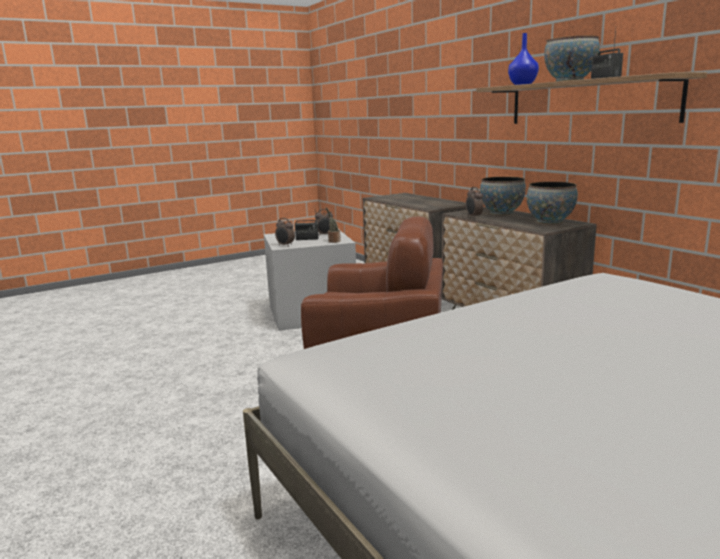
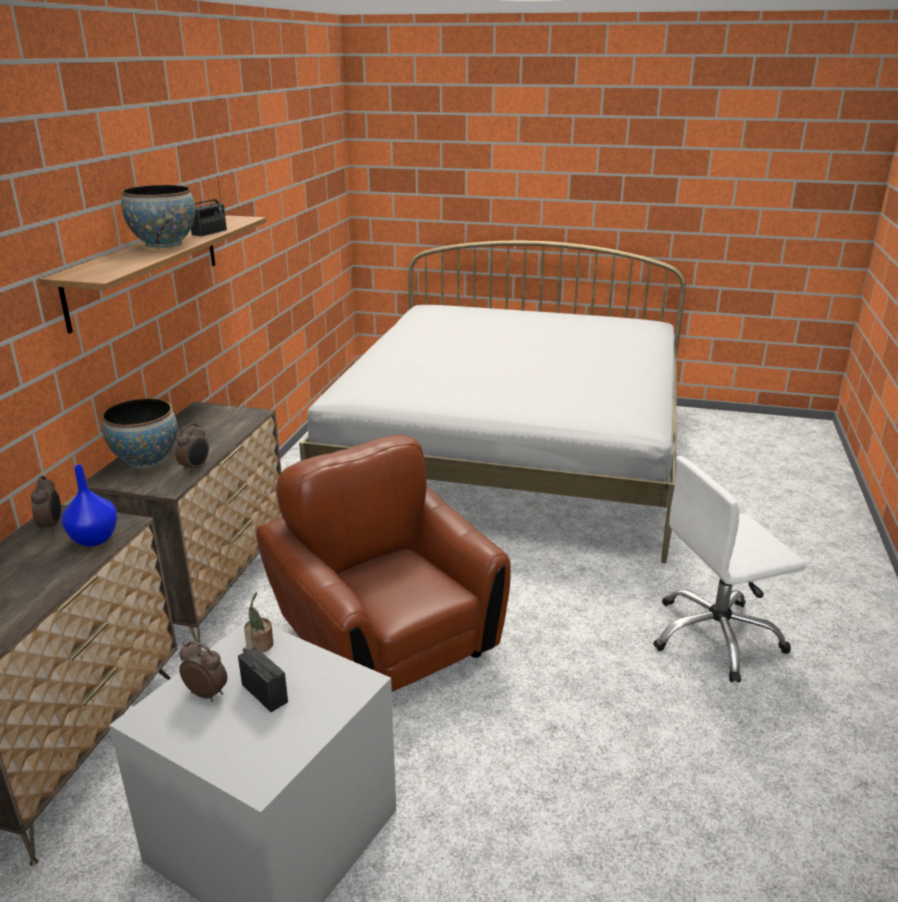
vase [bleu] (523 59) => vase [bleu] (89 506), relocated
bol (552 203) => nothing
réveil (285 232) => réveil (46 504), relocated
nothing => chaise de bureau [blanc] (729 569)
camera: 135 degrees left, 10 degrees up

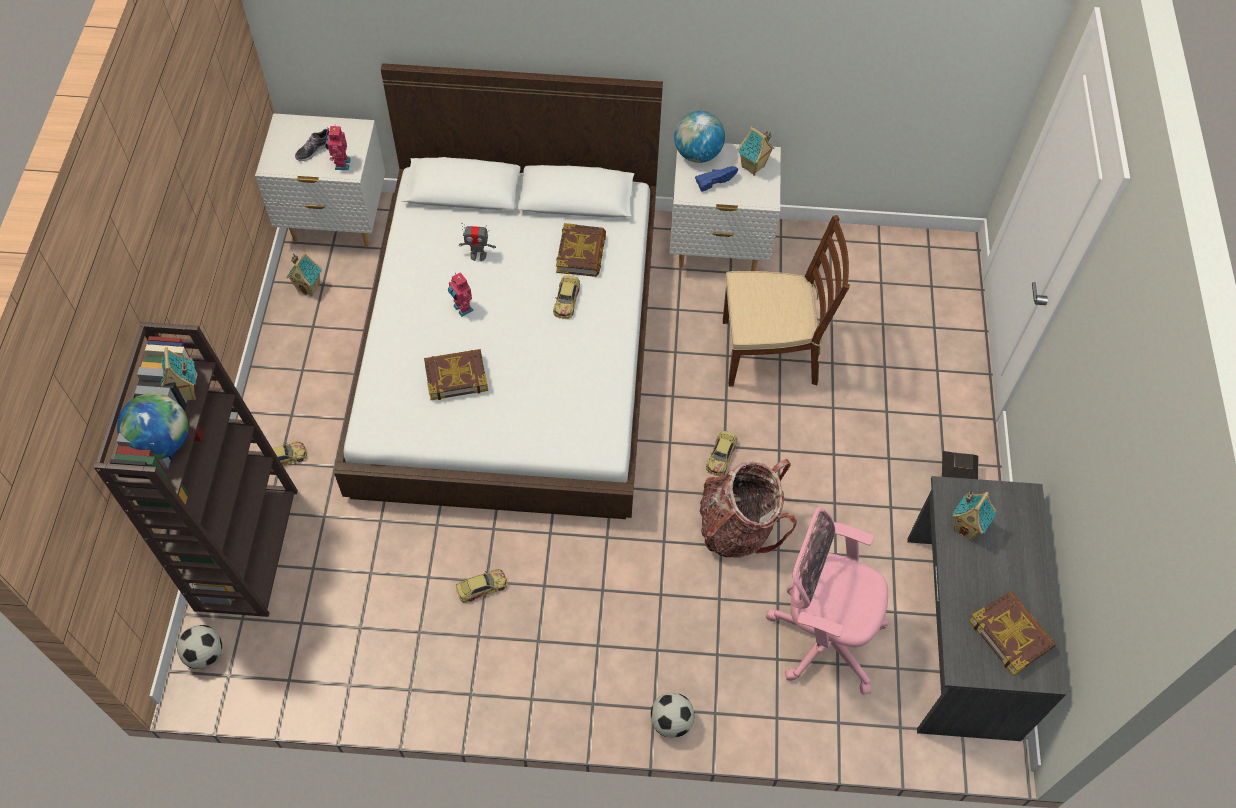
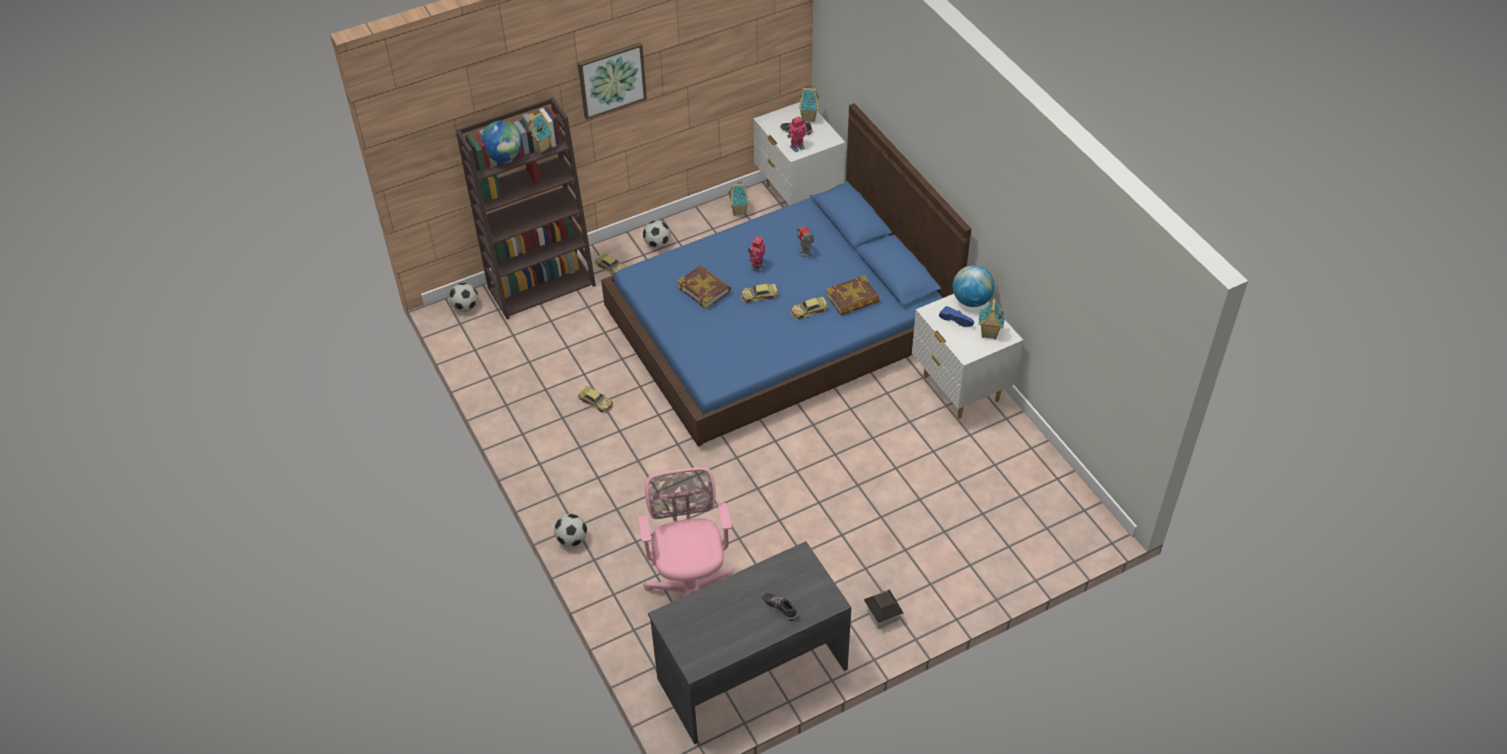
lit [blanc] (498 291) => lit [bleu] (786 275)
chaise [marron] (786 300) => nothing
petite voiture (721 453) => petite voiture (759 293), relocated
sac à dos (748 508) => nothing
maison miniature (974 515) => maison miniature (809 104), relocated
livre (1012 633) => nothing
nothing => tableau (612 81)
nothing => ballon de foot (657 234)
nothing => chaussure (780 607)
camera: 60 degrees right, 10 degrees down

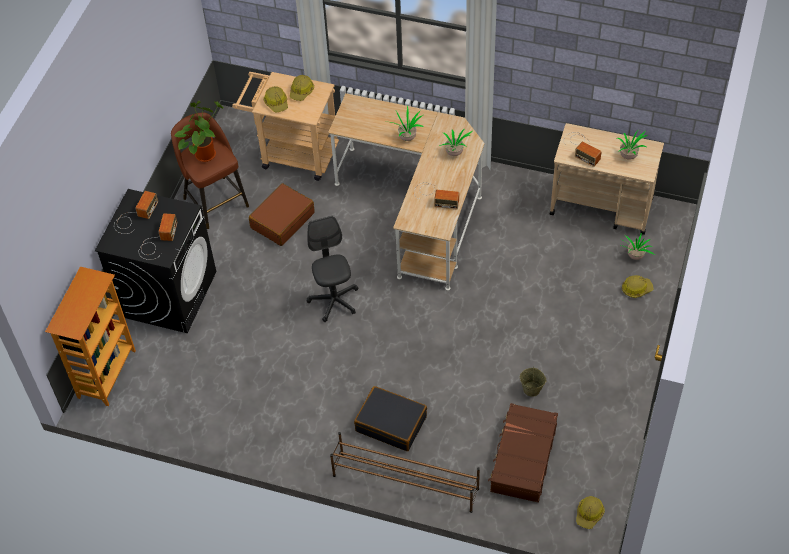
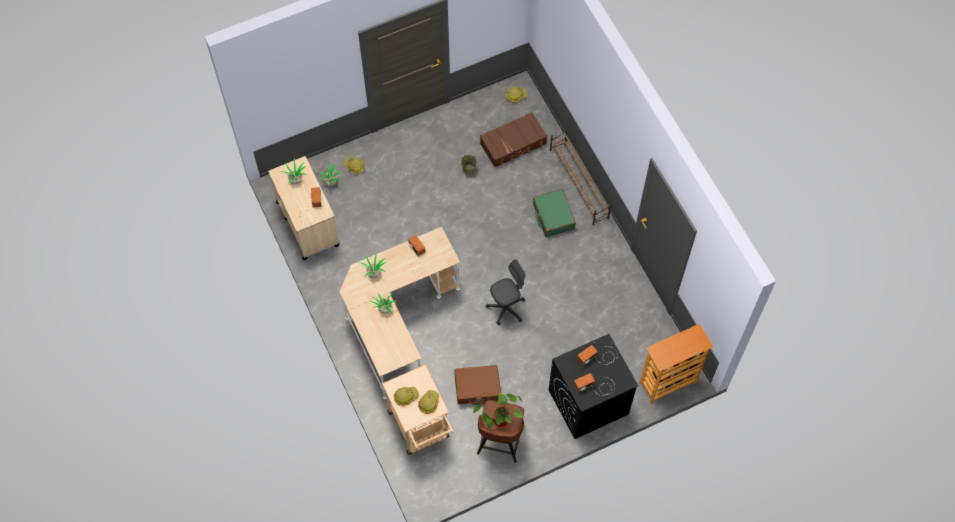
chaise de bureau [gris] (332 269) => chaise de bureau [gris] (506 292), 150 degrees counterclockwise
valise [noir] (390 418) => valise [vert] (554 213)
camera: 135 degrees left, 10 degrees up

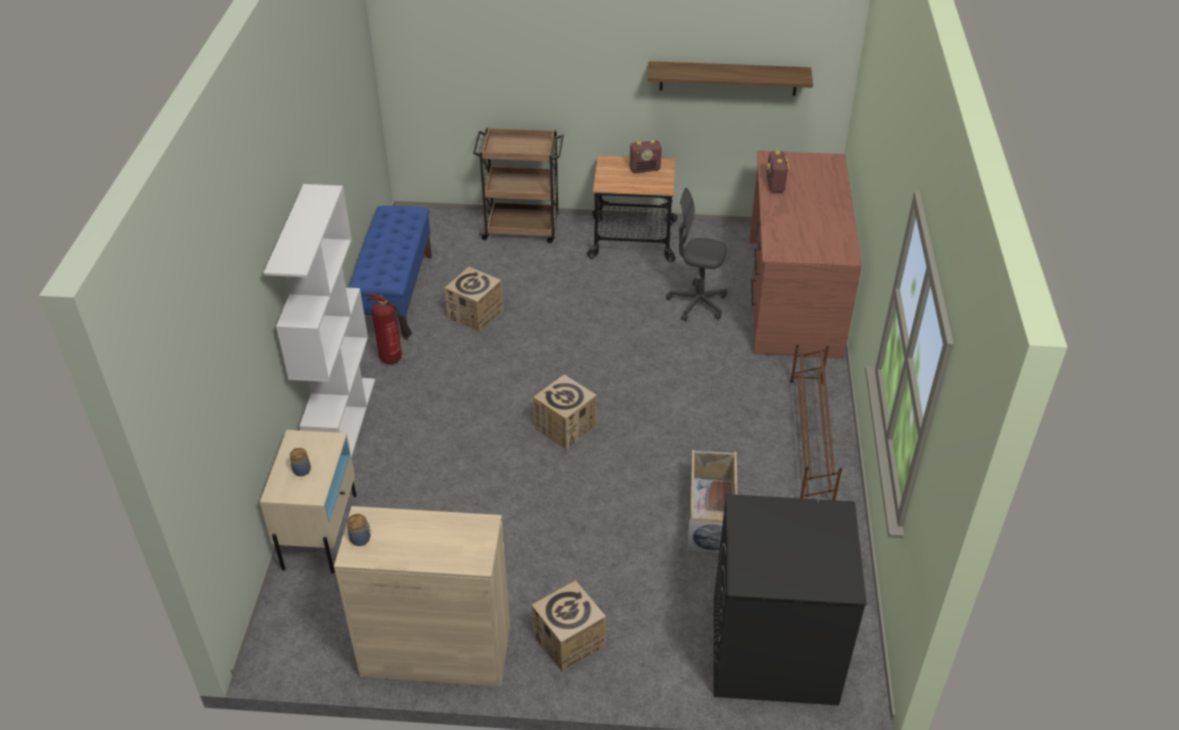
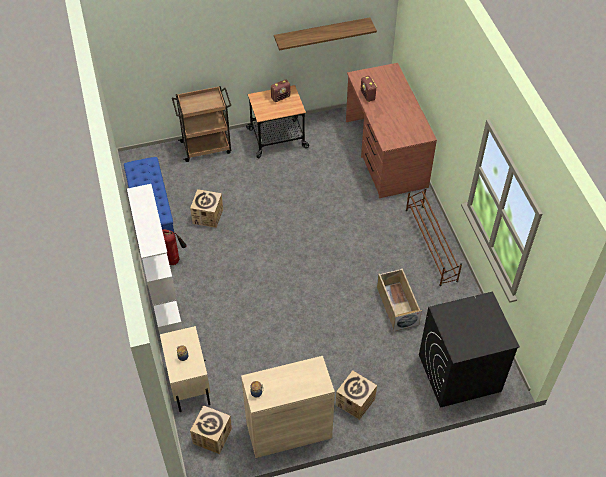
chaise de bureau [gris] (696 254) => nothing
carton (565 412) => carton (211 429), relocated
camera: 20 degrees left, 10 degrees up

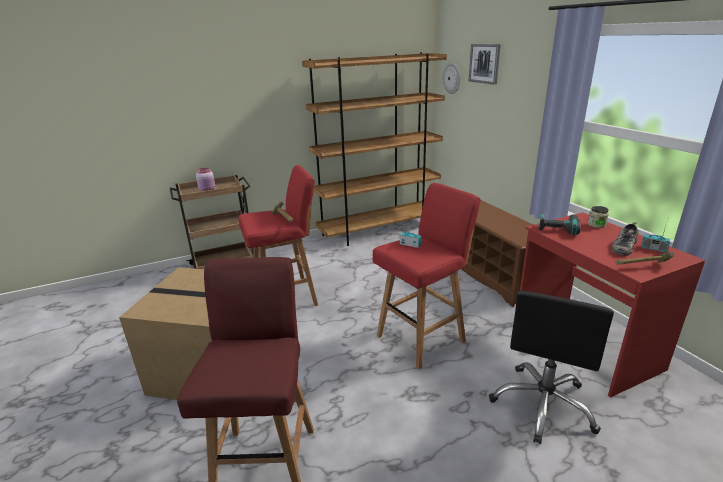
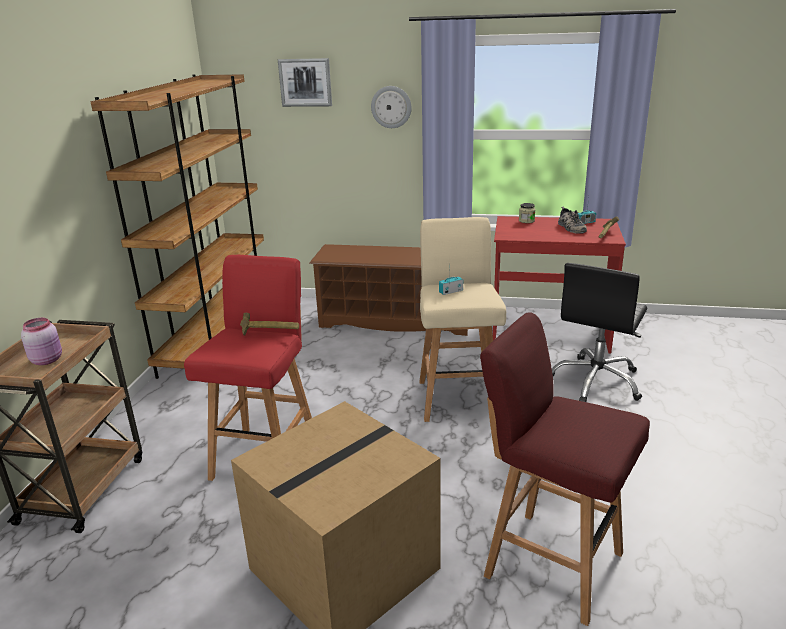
horloge murale (451 78) => horloge murale (391 107), relocated
tabouret [rouge] (426 276) => tabouret [beige] (462 319)
perceuse (559 224) => nothing
chaise de bureau [noir] (551 367) => chaise de bureau [noir] (599 332), 60 degrees clockwise
camera: 55 degrees left, 0 degrees up

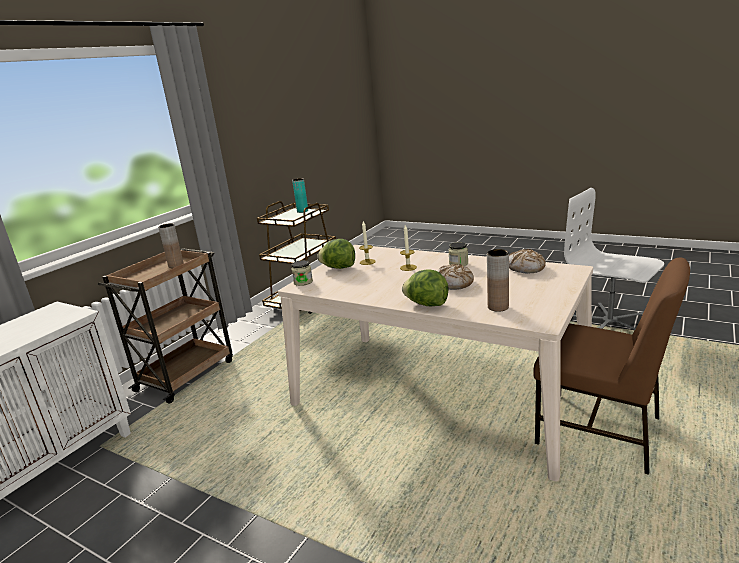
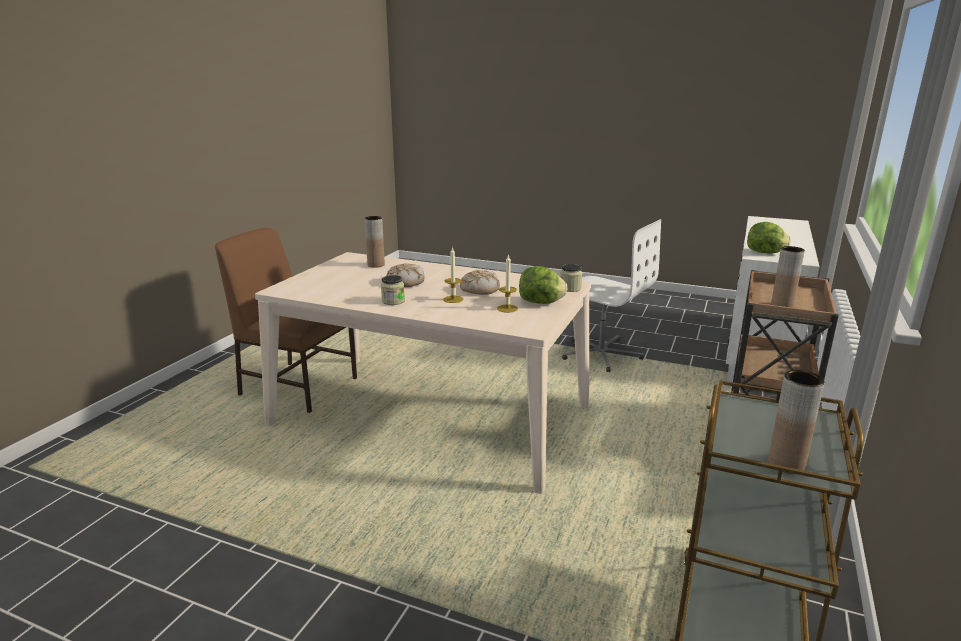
vase [turquoise] (300 195) => vase [marron] (796 422)
chaise de bureau [blanc] (614 259) => chaise de bureau [blanc] (611 295), relocated
pain (527 261) => pain (480 282), relocated
laitue (425 287) => laitue (769 238), relocated
camera: 170 degrees right, 0 degrees up

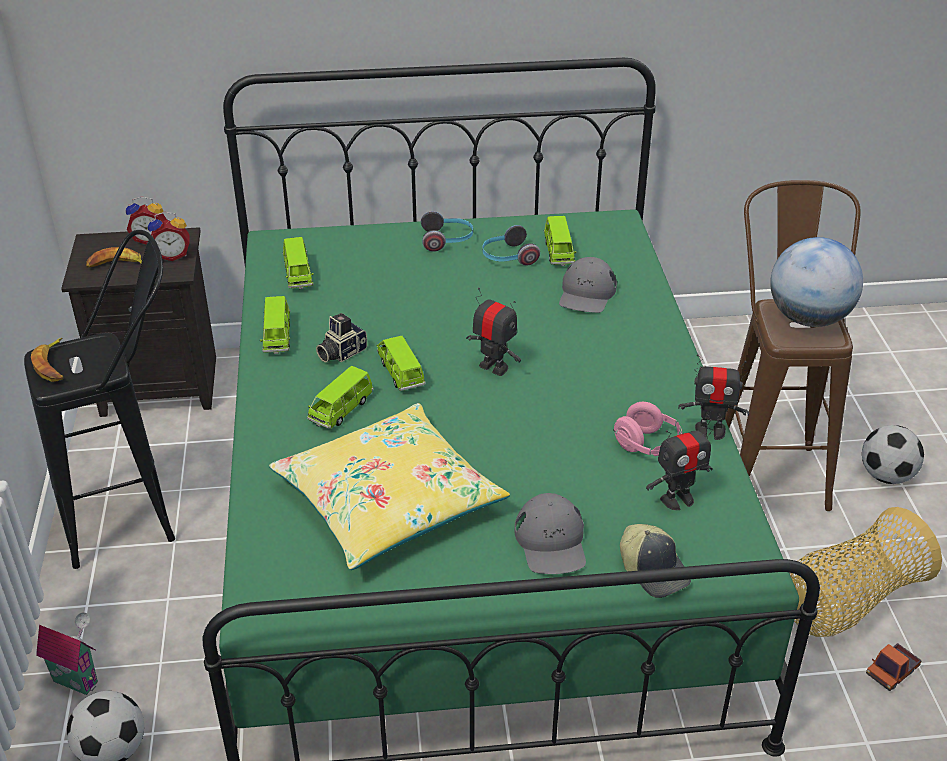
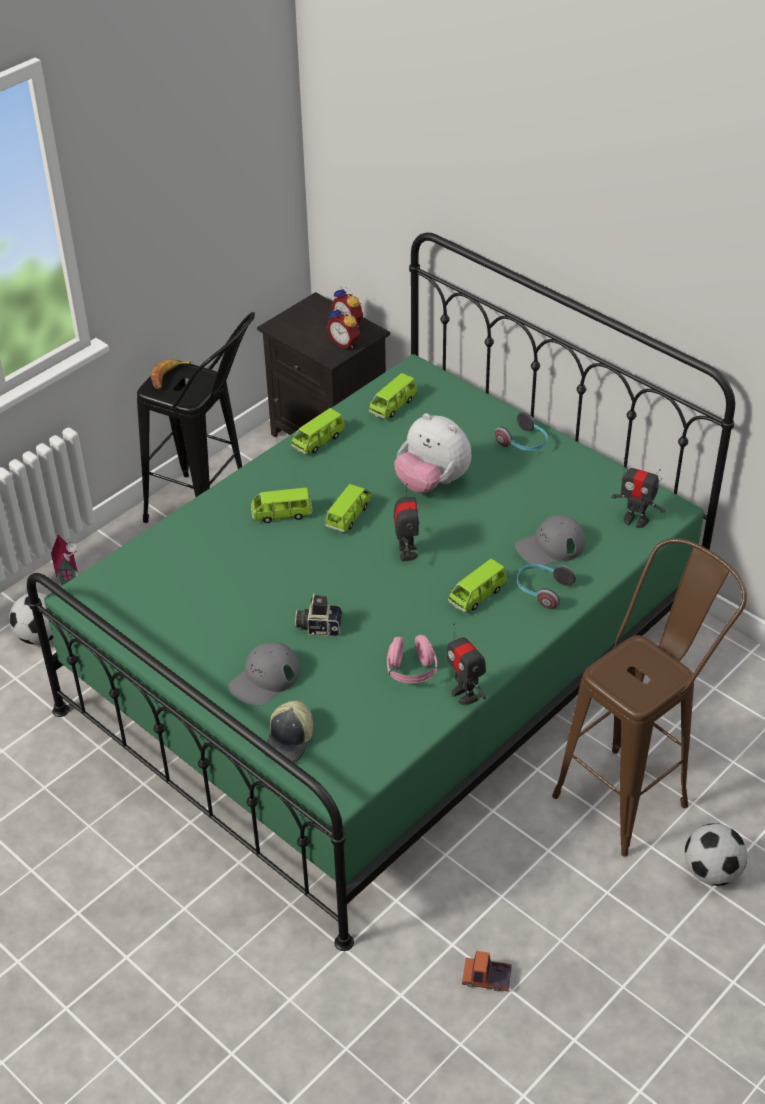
petite voiture [vert] (560 241) => petite voiture [vert] (478 586), relocated
casque audio (511 245) => casque audio (546 586), relocated
globe (816 282) => nothing
banane (114 257) => nothing
appareil photo (341 337) => appareil photo (319 615), relocated
coussin [jaune] (389 486) => nothing
robot jouet (679 464) => robot jouet (638 492), relocated
panier (866 572) => nothing
nothing => peluche (433 453)
camera: 50 degrees right, 5 degrees up

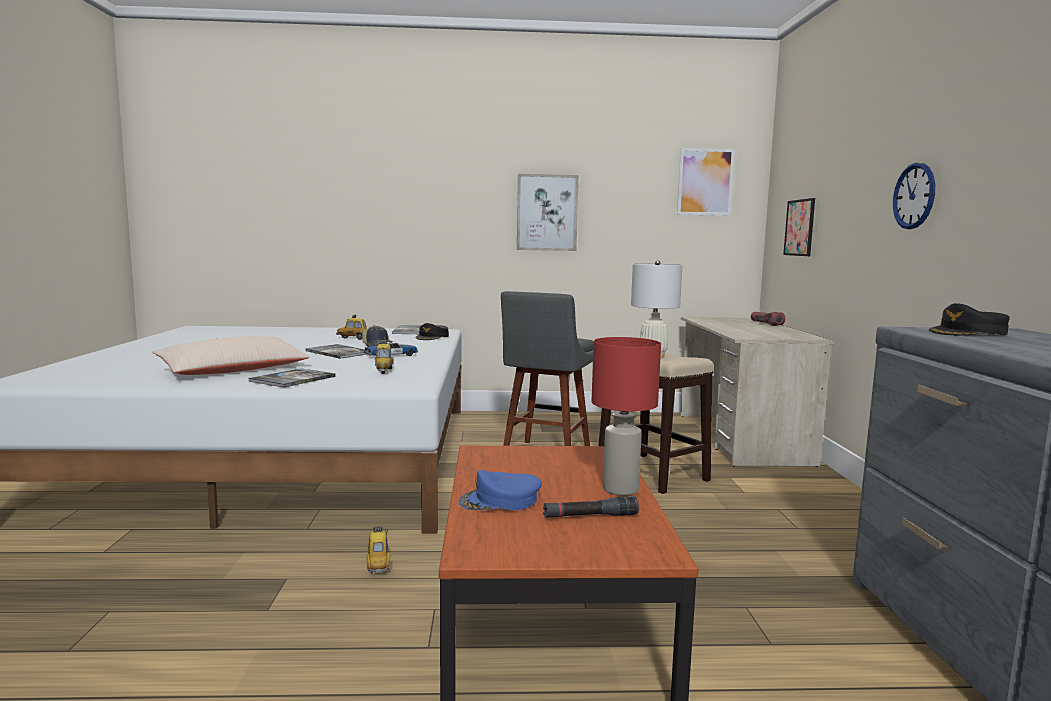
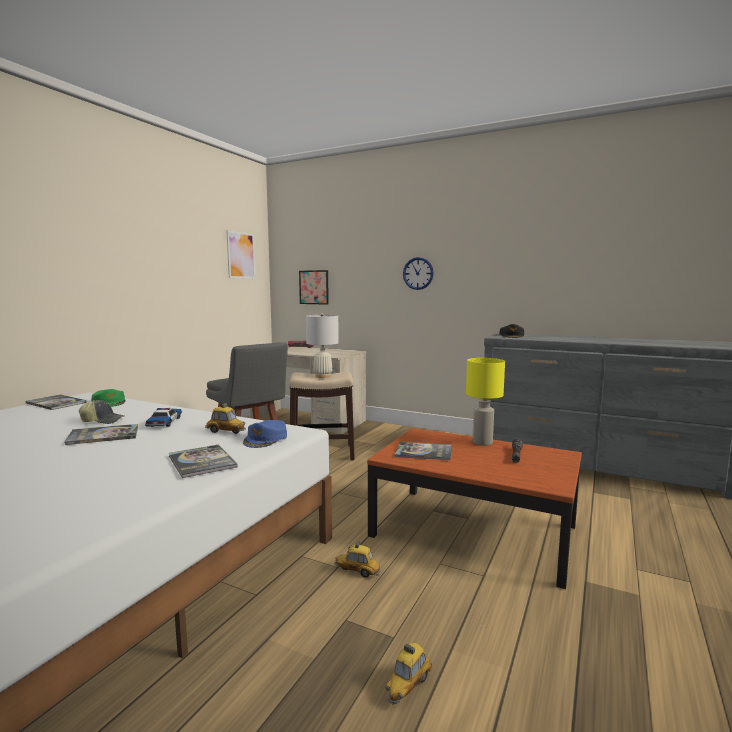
tableau (548 212) => nothing
petite voiture (351 327) => petite voiture (408 674), relocated
casquette [noir] (432 331) => casquette [vert] (108 398)
coussin [beige] (230 355) => nothing
lampe de table [rouge] (626 416) => lampe de table [jaune] (485 402)
casquette [bleu] (500 490) => casquette [bleu] (265 434), relocated
nothing => livre (423 451)
camera: 60 degrees left, 0 degrees up

